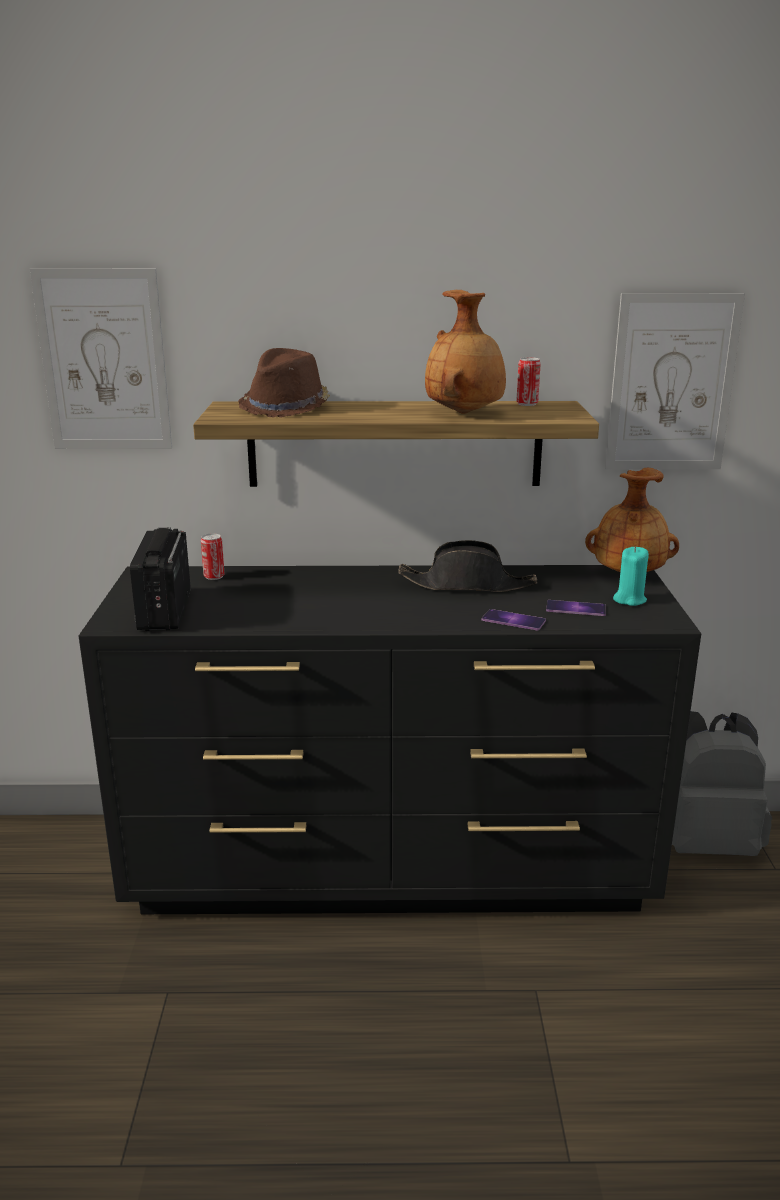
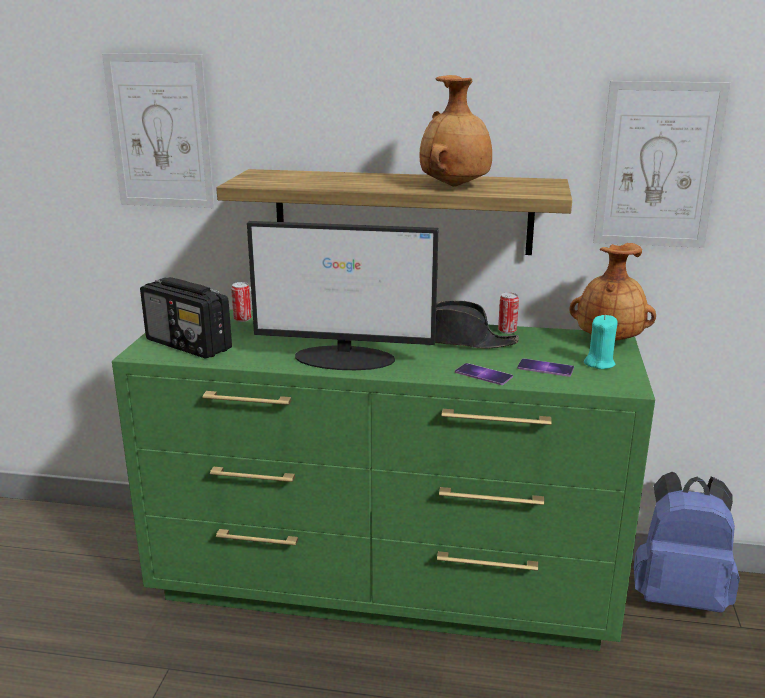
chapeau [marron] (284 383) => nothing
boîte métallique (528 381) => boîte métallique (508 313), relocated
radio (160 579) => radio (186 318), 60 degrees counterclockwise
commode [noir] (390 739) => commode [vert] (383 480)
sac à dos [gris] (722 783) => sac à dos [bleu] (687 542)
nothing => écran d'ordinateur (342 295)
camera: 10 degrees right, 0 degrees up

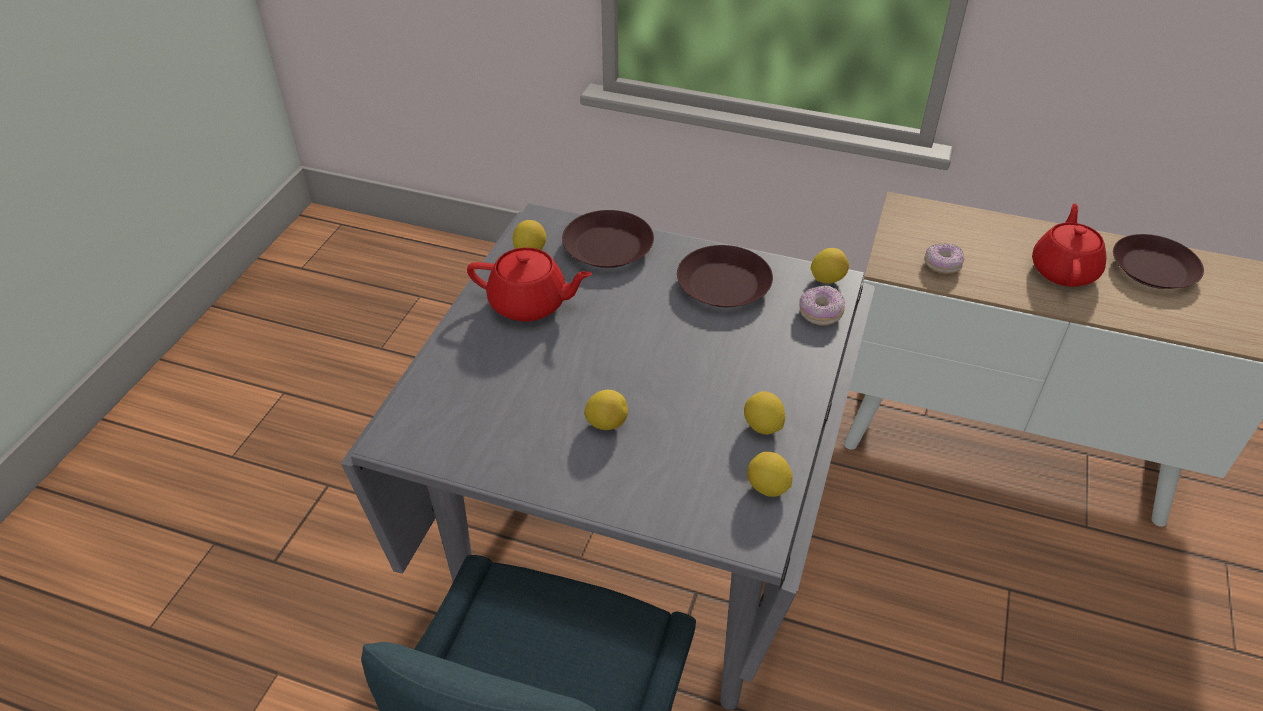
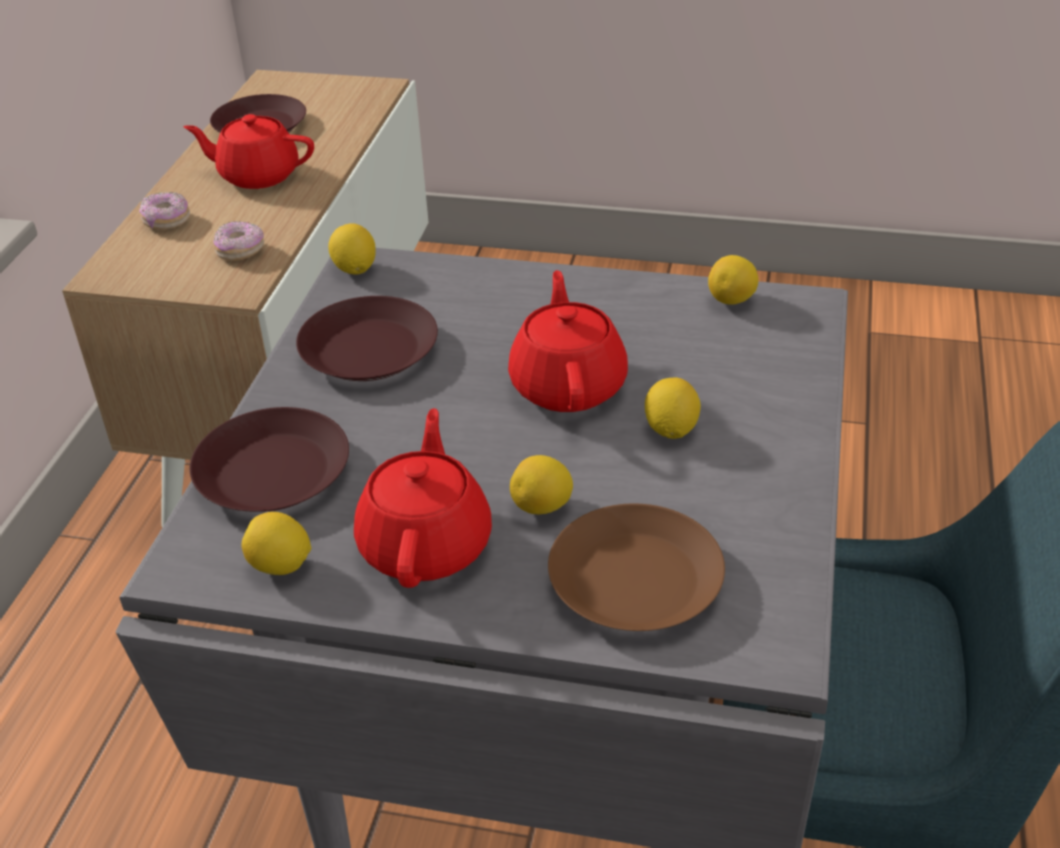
beignet (822 305) => beignet (164 210), relocated
citron (764 413) => citron (541 484), relocated
nothing => théière [rouge] (568 341)
nothing => assiette [marron] (636 567)
camera: 95 degrees left, 5 degrees down

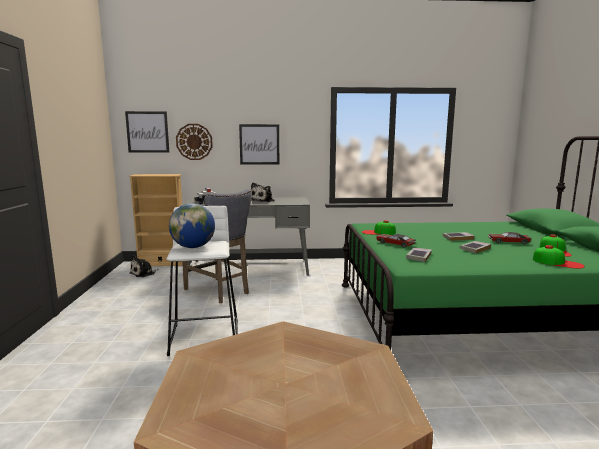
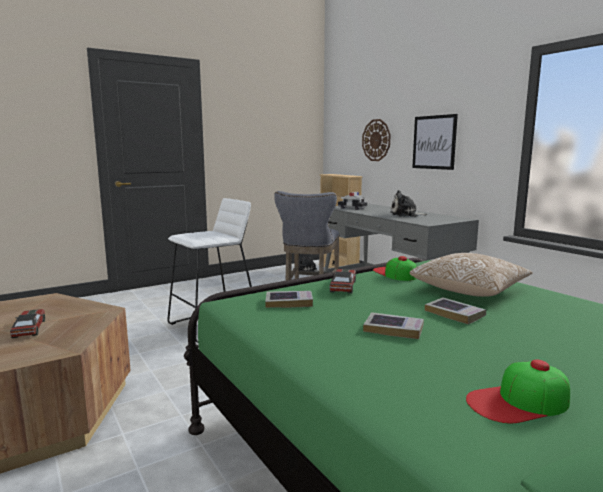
tableau (147 132) => nothing
globe (192 226) => nothing
petite voiture (509 238) => petite voiture (27 323), relocated
casquette (559 257) => nothing
nothing => coussin (471 275)
camera: 60 degrees right, 0 degrees up

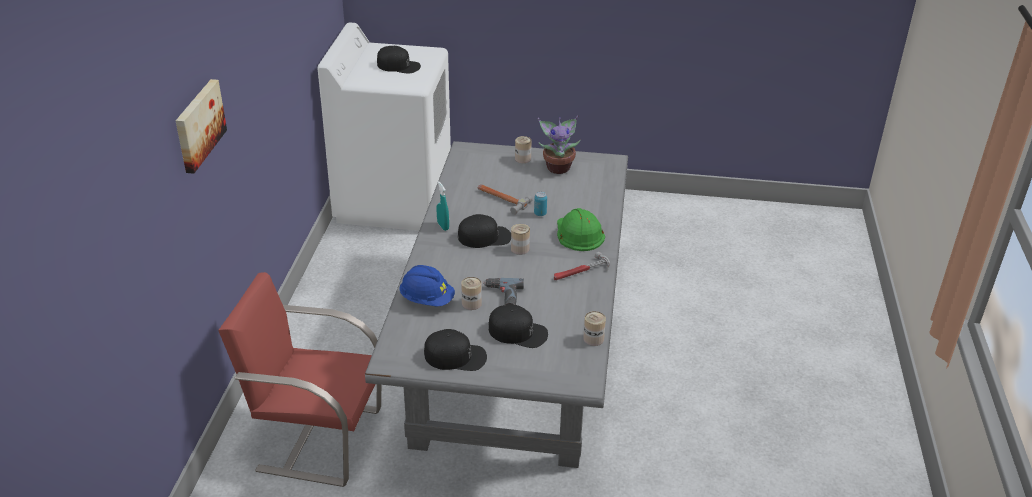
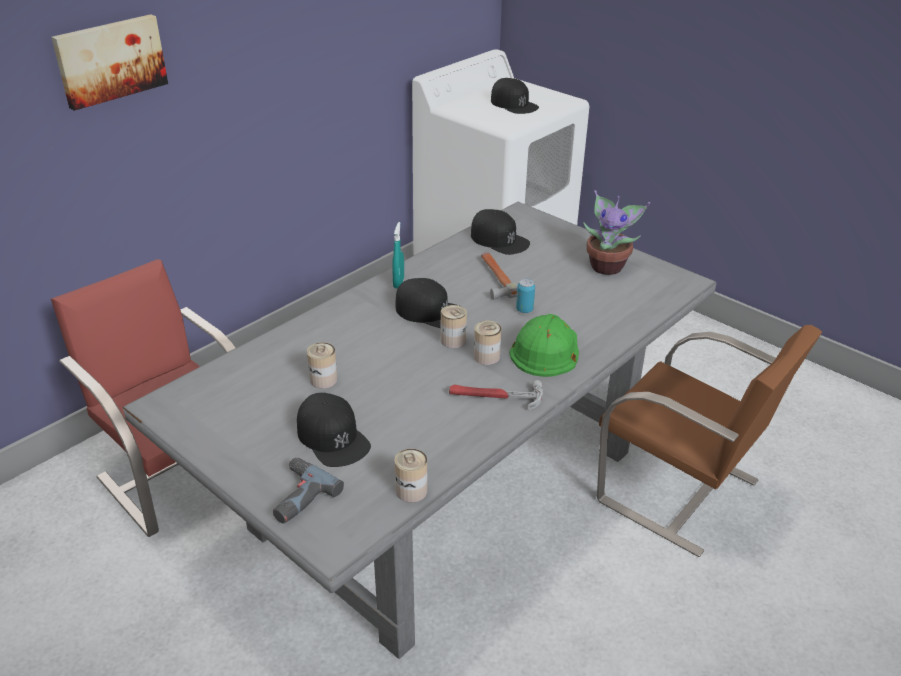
boîte métallique (523 149) => boîte métallique (487 343), relocated
casque de chantier [bleu] (427 285) => nothing
perceuse (503 291) => perceuse (308 490), relocated
casquette [noir] (455 350) => casquette [noir] (500 232), relocated
nothing => chaise [marron] (709 441)
camera: 35 degrees right, 0 degrees up

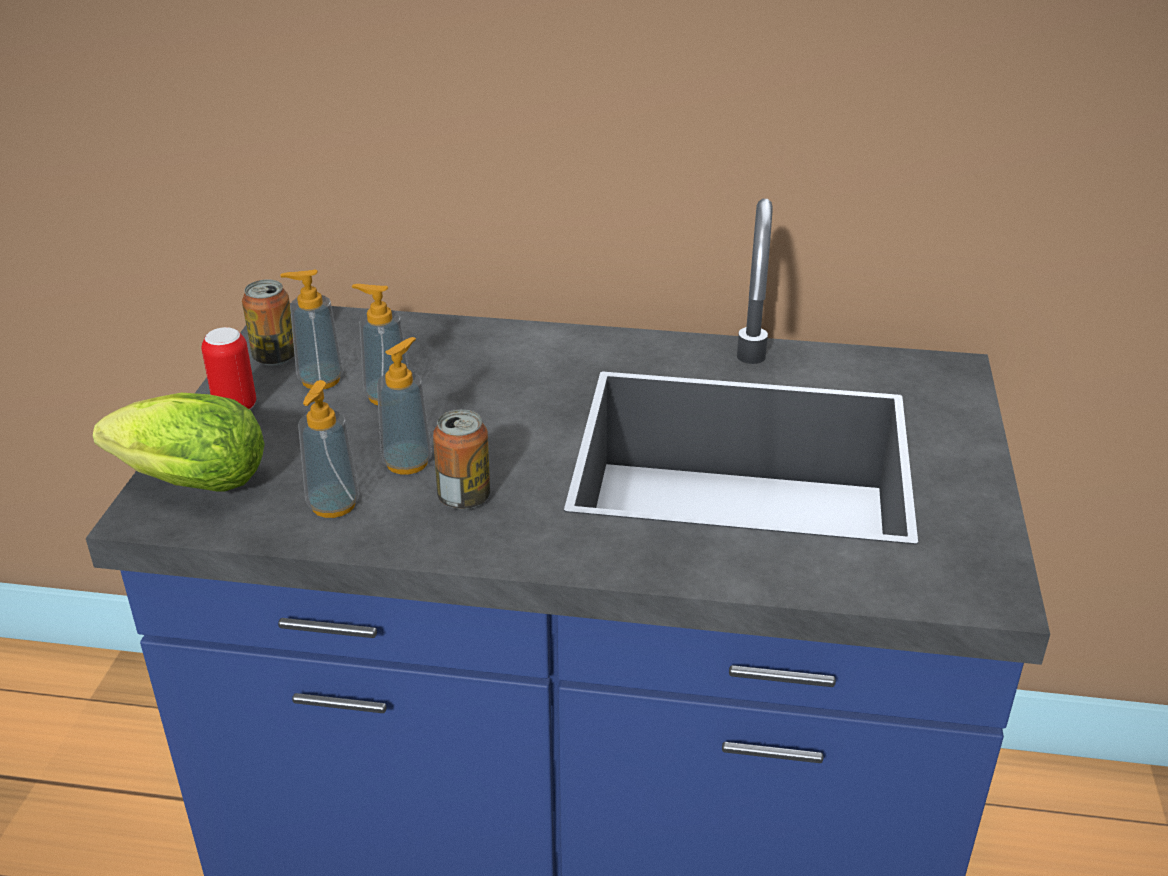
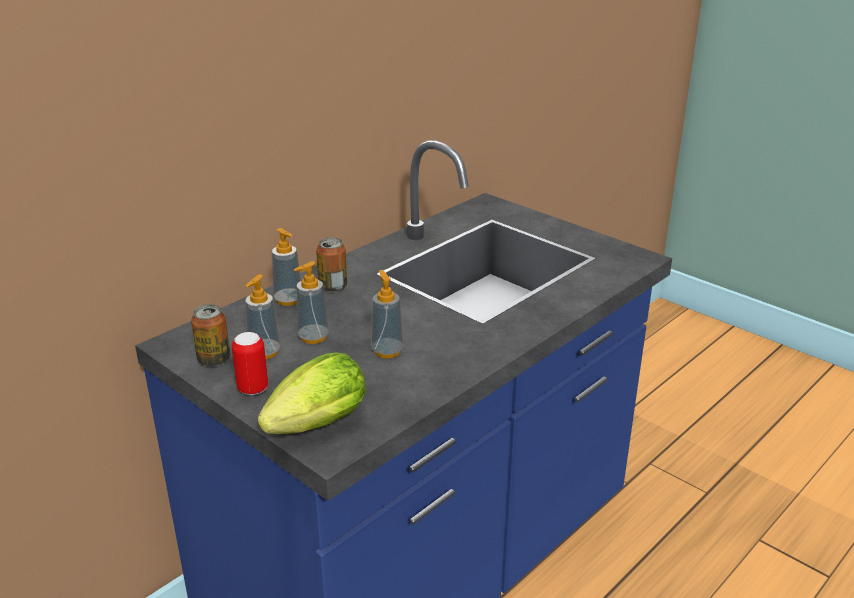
distributeur de savon (329 449) => distributeur de savon (286 267), relocated
boîte métallique (461 459) => boîte métallique (331 264), relocated
camera: 55 degrees left, 5 degrees down

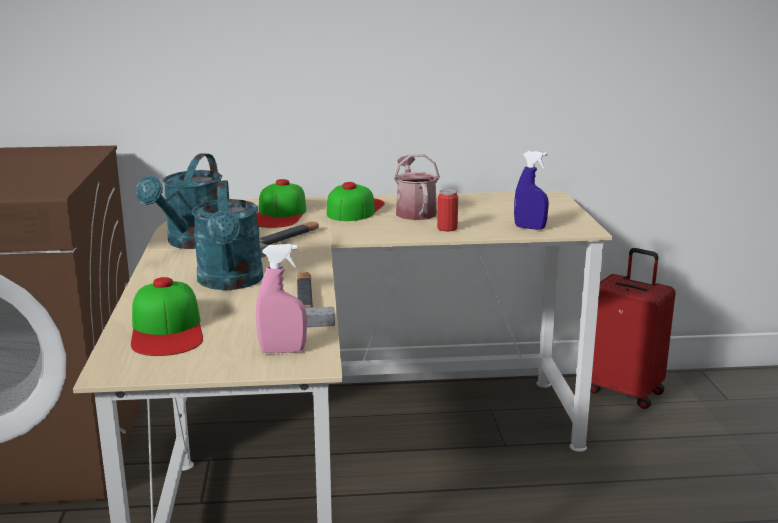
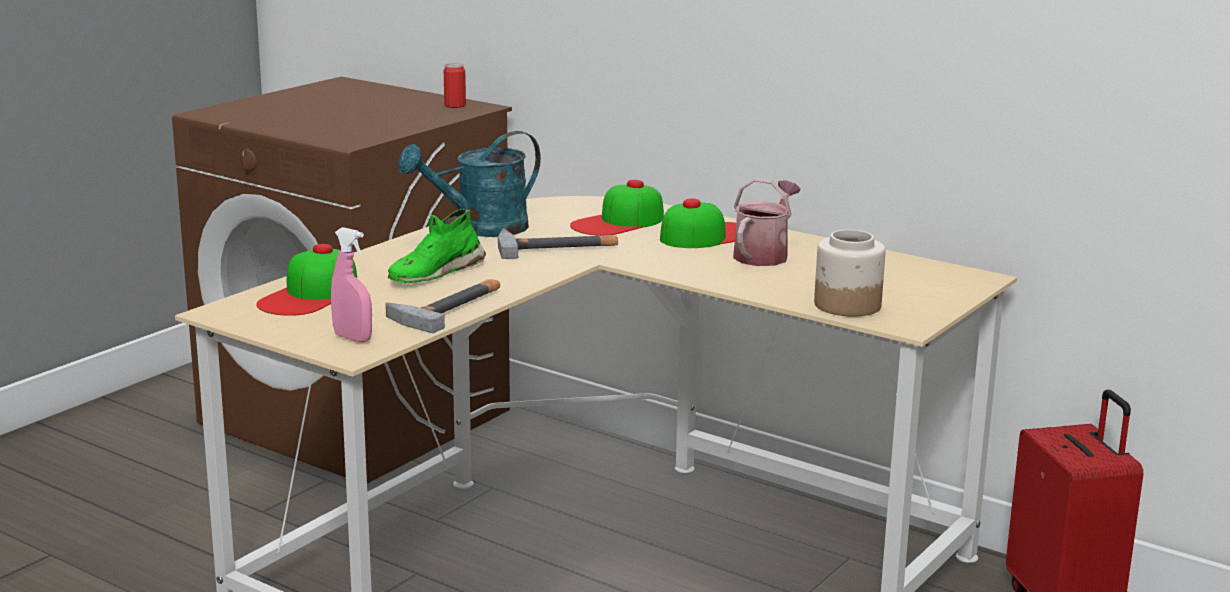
vaporisateur [bleu] (531 190) => bocal (850 273)
arrosoir [turquoise] (227 235) => chaussure [vert] (437 246)
boîte métallique (447 210) => boîte métallique (455 85), relocated
camera: 40 degrees right, 0 degrees up

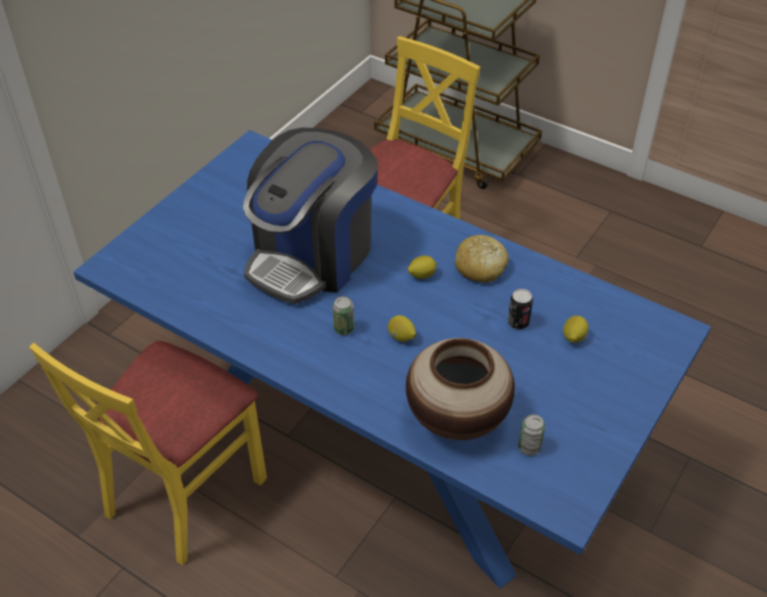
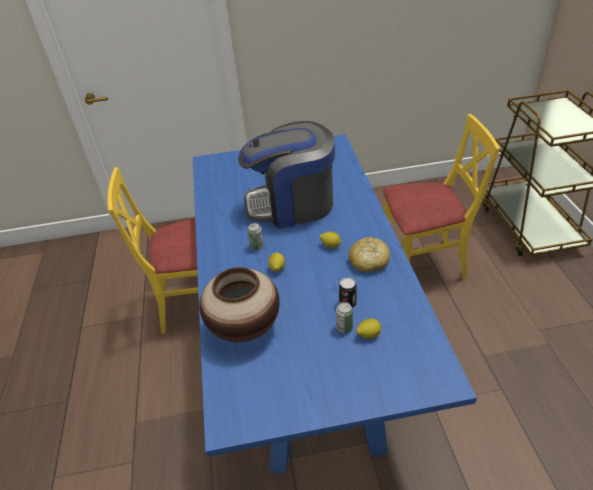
boîte métallique (531 435) => boîte métallique (344 317), relocated
camera: 50 degrees right, 5 degrees down

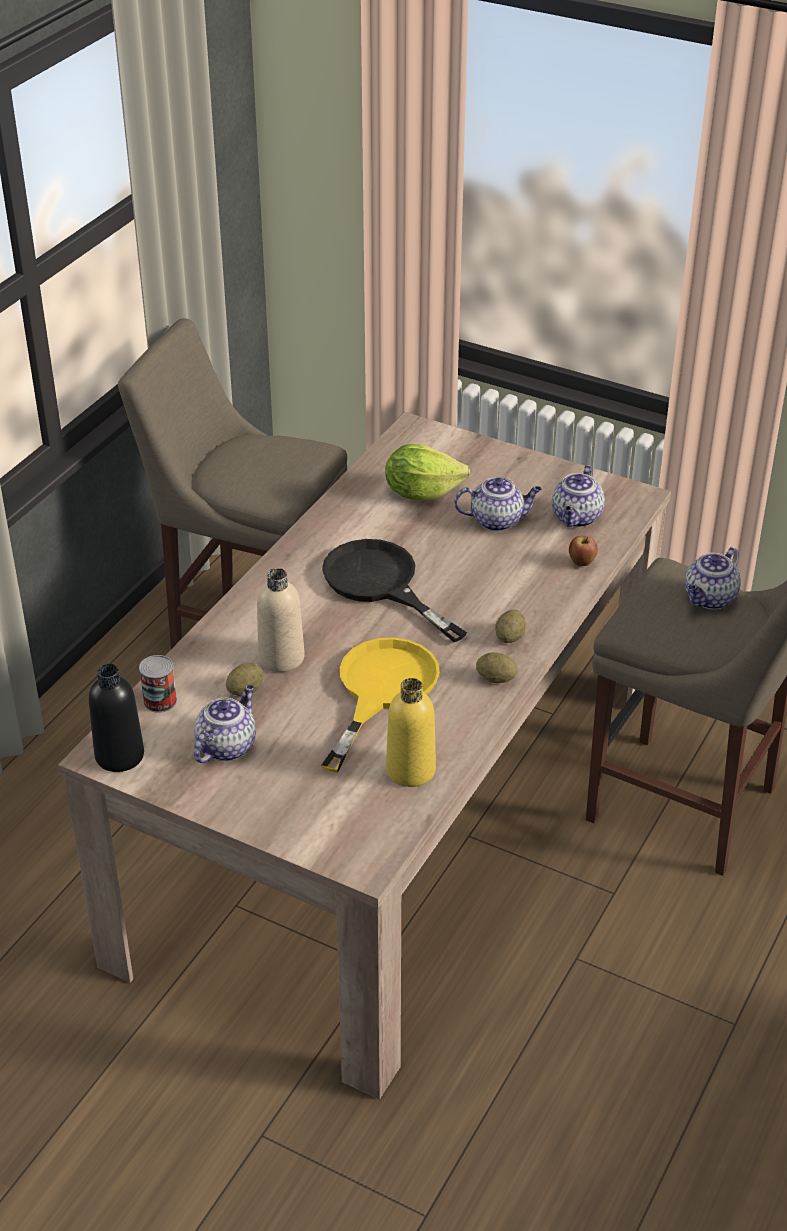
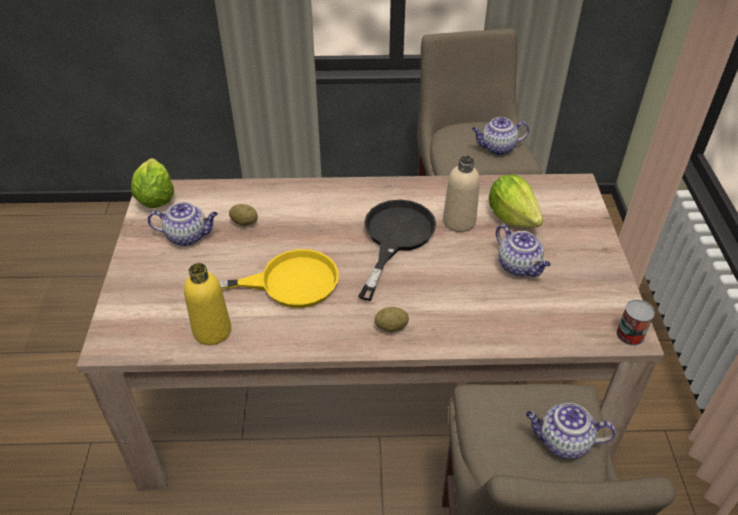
théière (578 496) => théière (500 136), relocated
pomme (583 551) => nothing
bouteille [beige] (281 620) => bouteille [beige] (461 194), relocated
pomme de terre (496 667) => nothing
boîte métallique (158 684) => boîte métallique (635 323), relocated
bouteille [noir] (116 718) => laitue (152 183)
camera: 60 degrees right, 5 degrees up

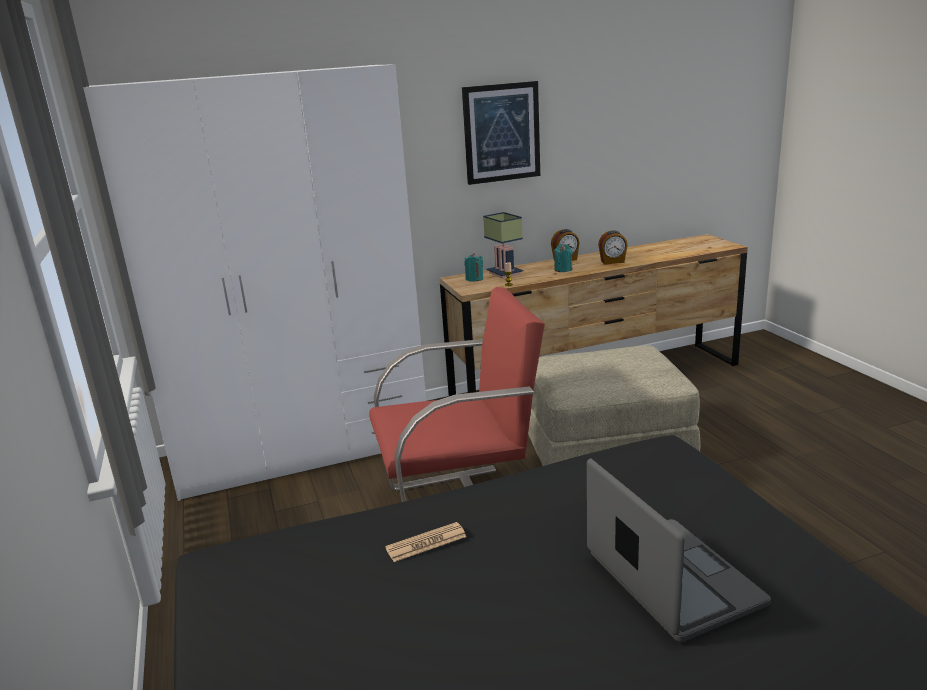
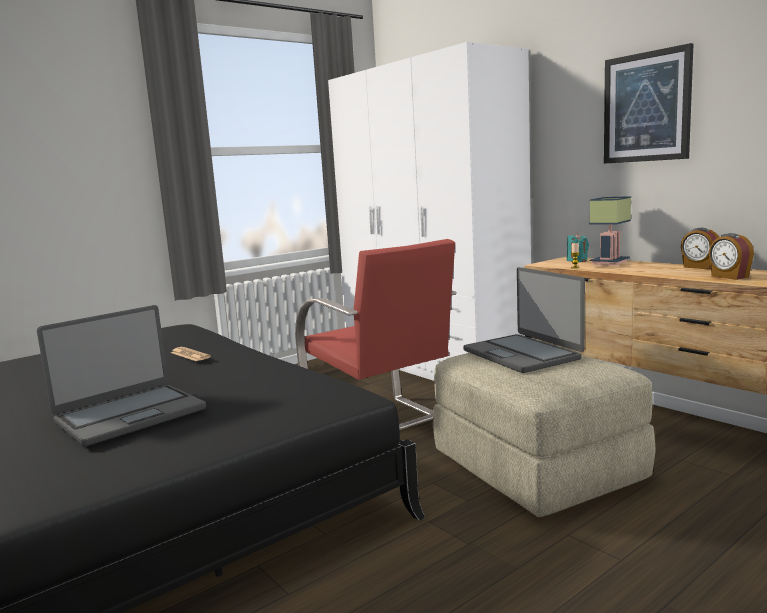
bougie [turquoise] (563 258) => nothing
nothing => ordinateur portable (524 320)
camera: 70 degrees right, 10 degrees down

